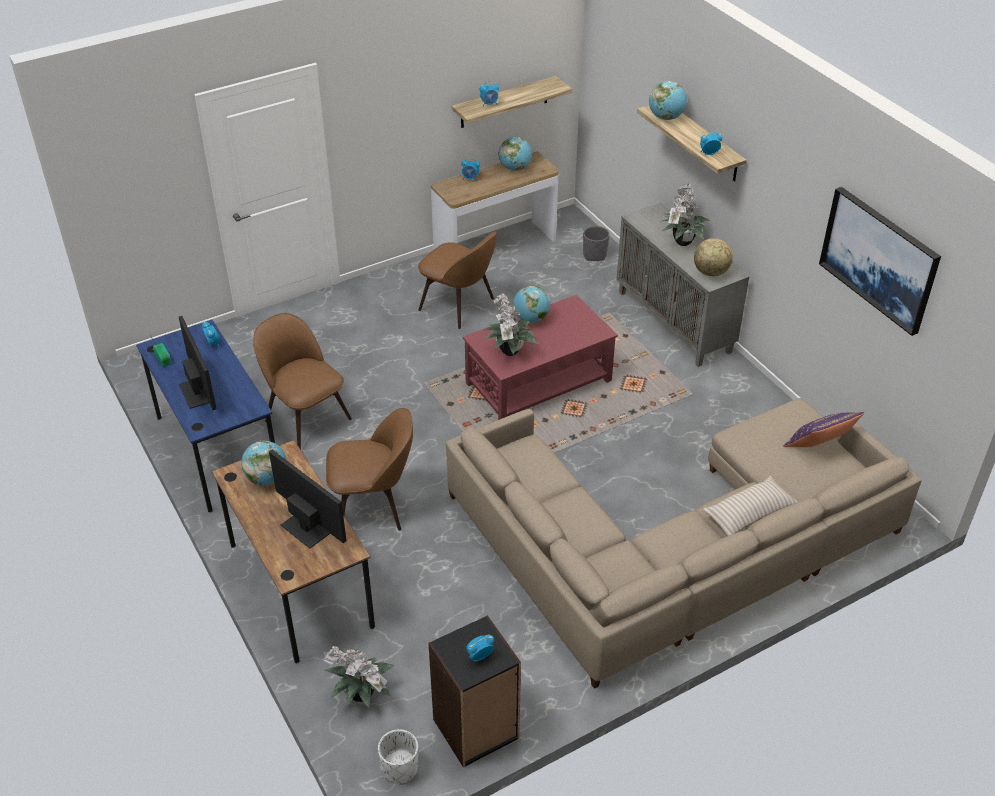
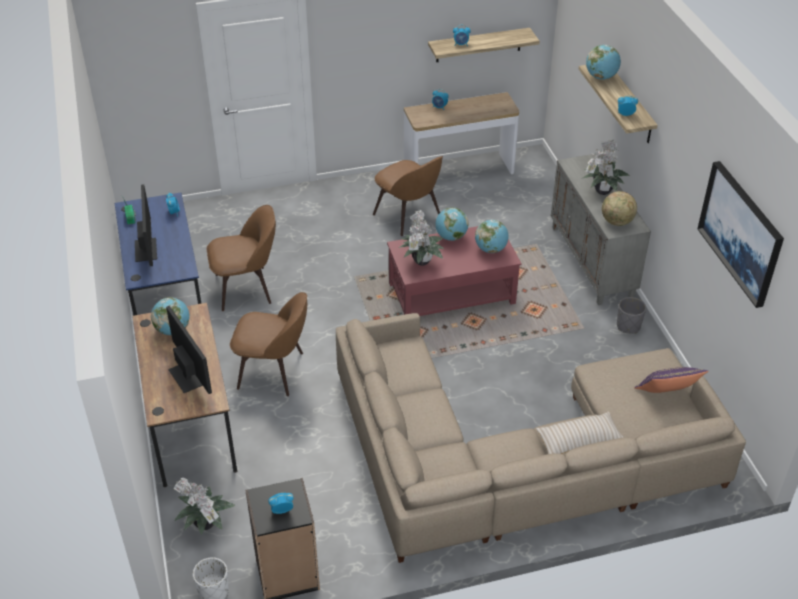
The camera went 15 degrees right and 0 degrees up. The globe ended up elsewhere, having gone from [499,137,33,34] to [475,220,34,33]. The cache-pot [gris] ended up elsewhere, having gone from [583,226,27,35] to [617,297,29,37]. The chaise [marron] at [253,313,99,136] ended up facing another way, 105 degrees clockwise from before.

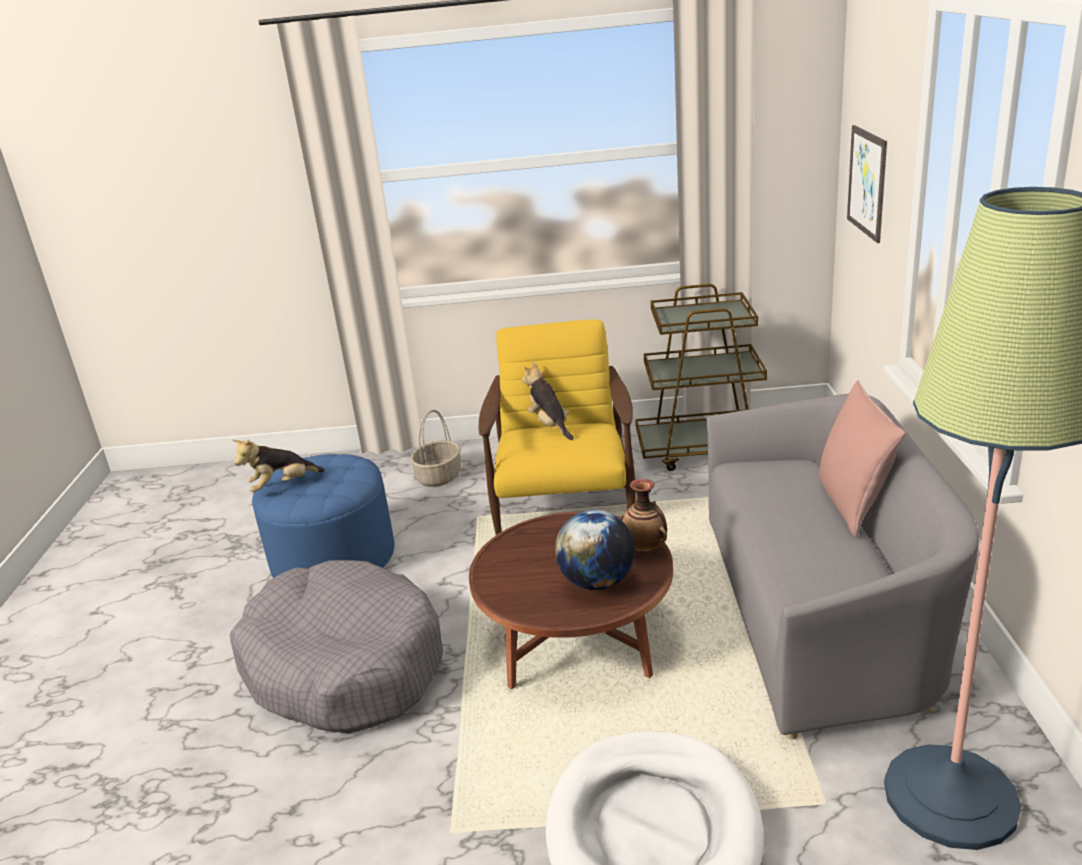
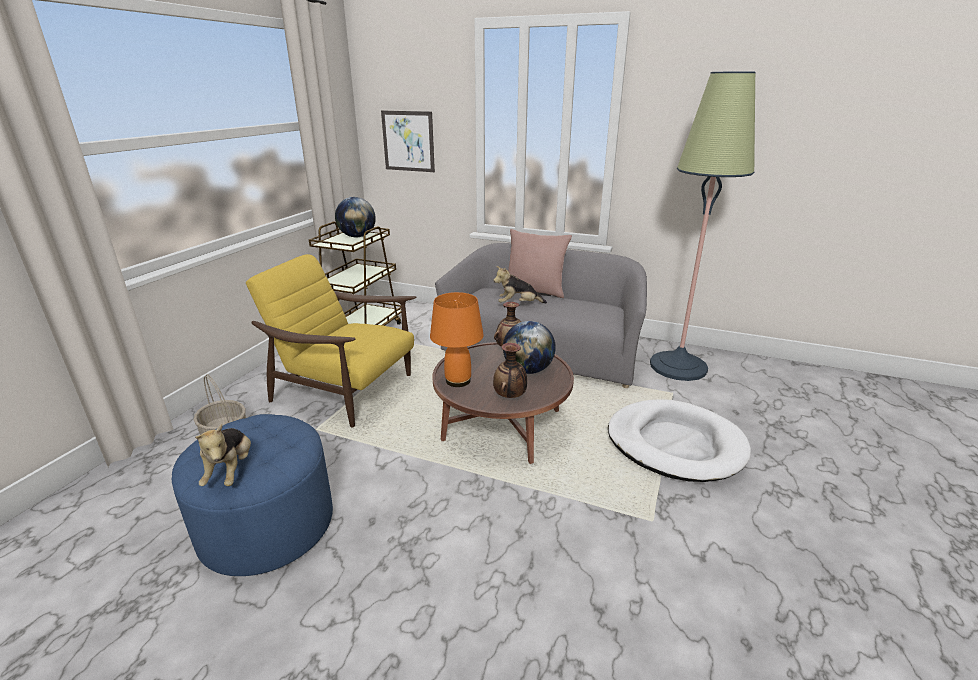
The camera went 70 degrees left and 0 degrees up. The second view lost the panier pour chien [gris] at [230,560,213,174]. The second view gained the globe at [335,197,41,40]. The second view gained the lampe de table [orange] at [430,292,54,95]. The second view gained the vase at [493,343,34,55]. The peluche ended up elsewhere, having gone from [522,361,52,79] to [493,266,54,37].

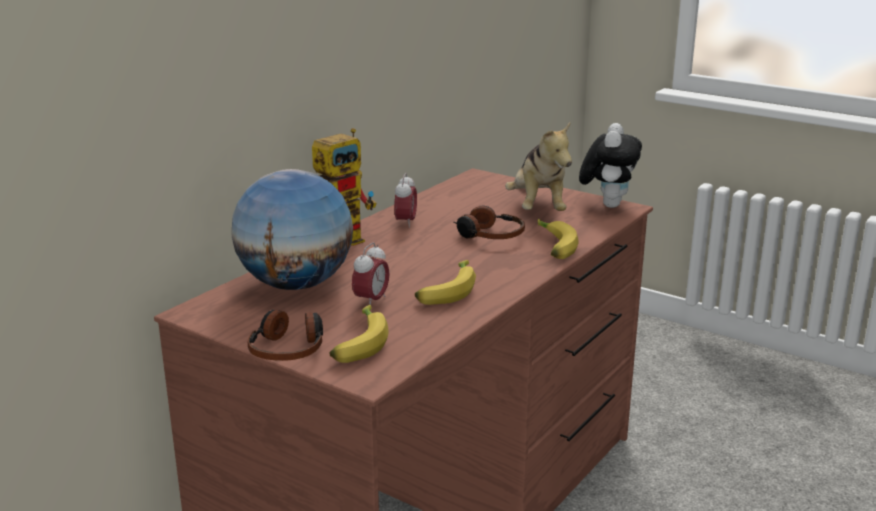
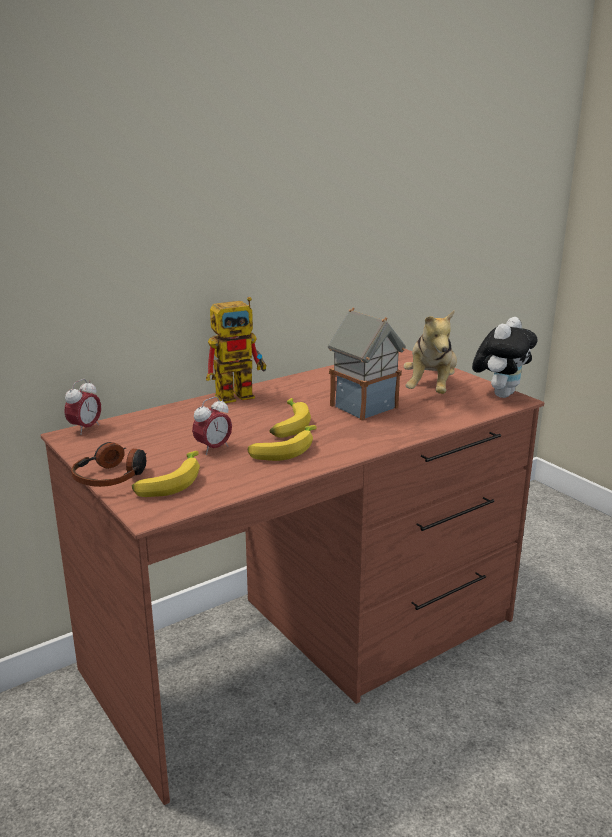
The camera went 20 degrees right and 0 degrees up. The second view lost the globe at [232,169,121,121]. The réveil ended up elsewhere, having gone from [394,173,23,55] to [65,379,36,56]. The banane ended up elsewhere, having gone from [538,219,41,40] to [270,398,41,40]. Where the casque audio stood at [454,205,71,34], the maison miniature came to stand at [328,308,78,113].

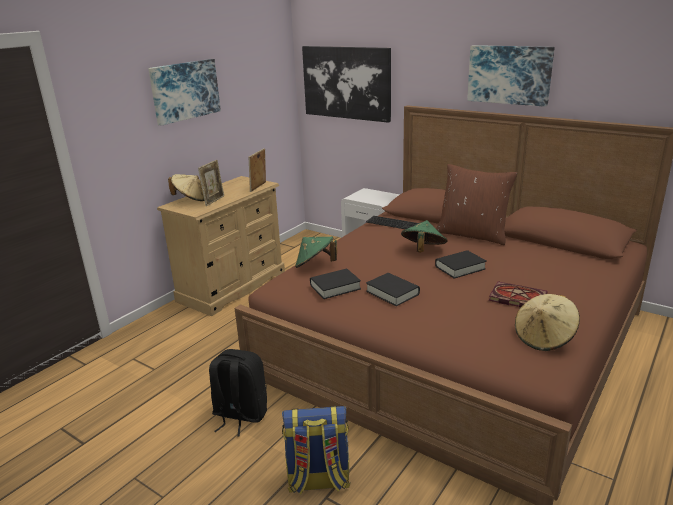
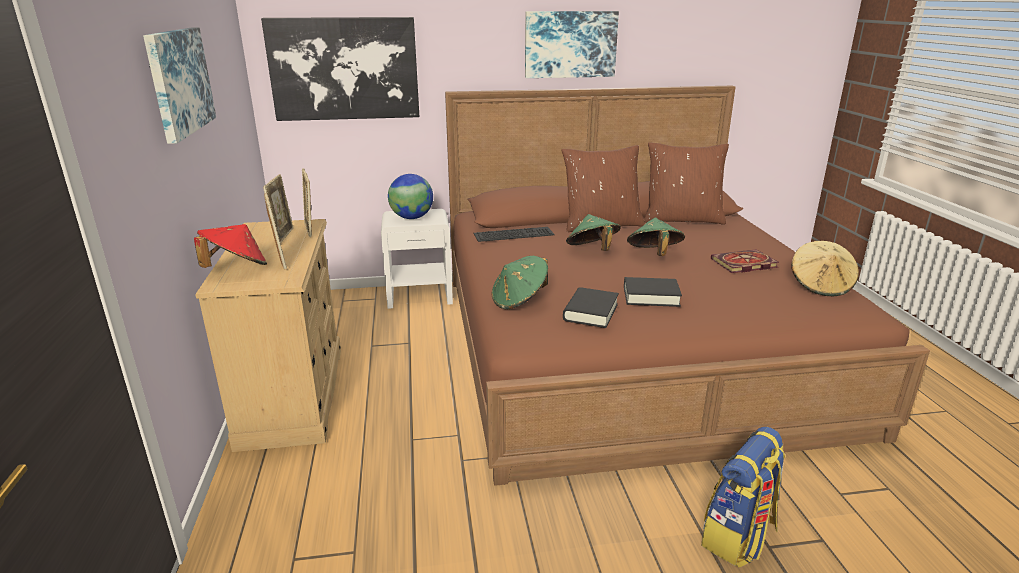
The camera went 45 degrees left and 0 degrees up. The second view lost the sac à dos [noir] at [209,349,58,87]. The second view gained the cadre photo at [263,174,30,70]. The second view gained the globe at [388,174,45,45]. The second view gained the coussin [marron] at [644,142,85,83]. Where the livre [noir] stood at [435,250,52,29], the chapeau [vert] came to stand at [627,218,58,38]. What was the chapeau [beige] at [168,174,37,27] turned into the chapeau [rouge] at [194,224,73,44].

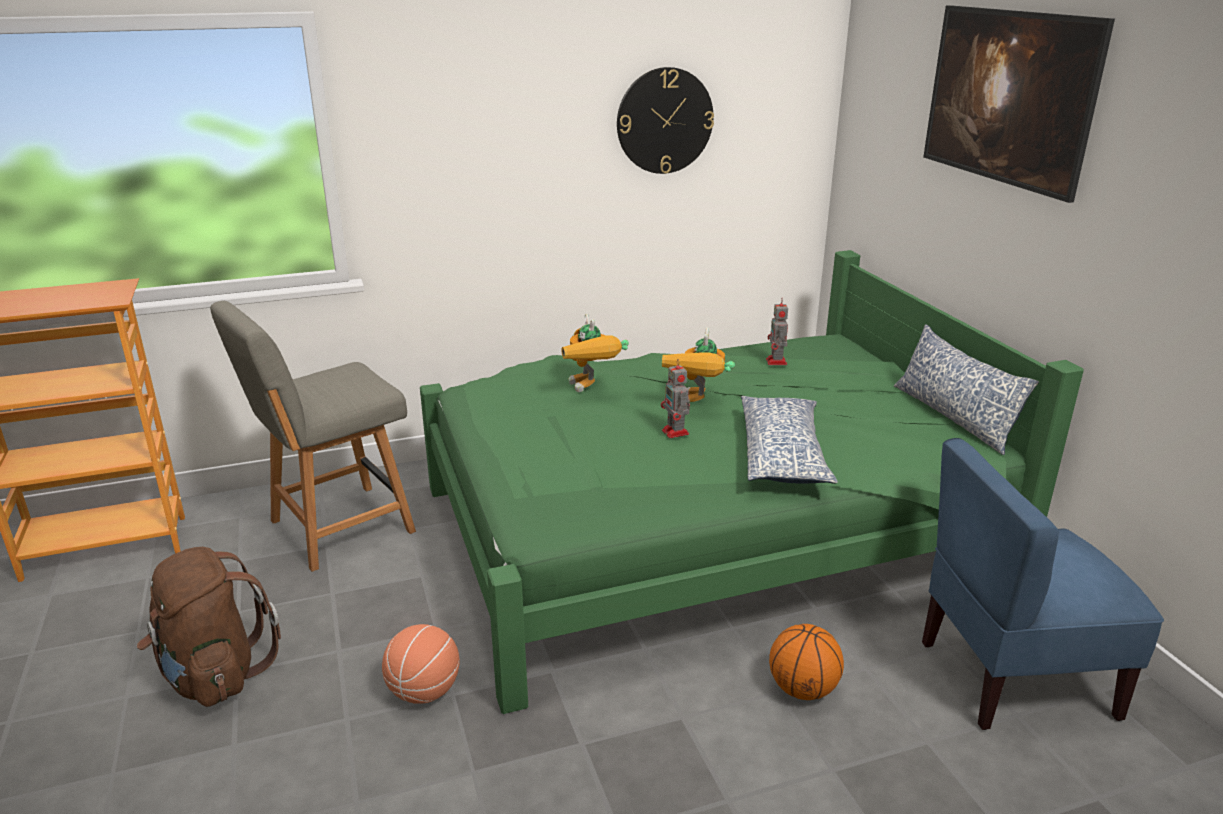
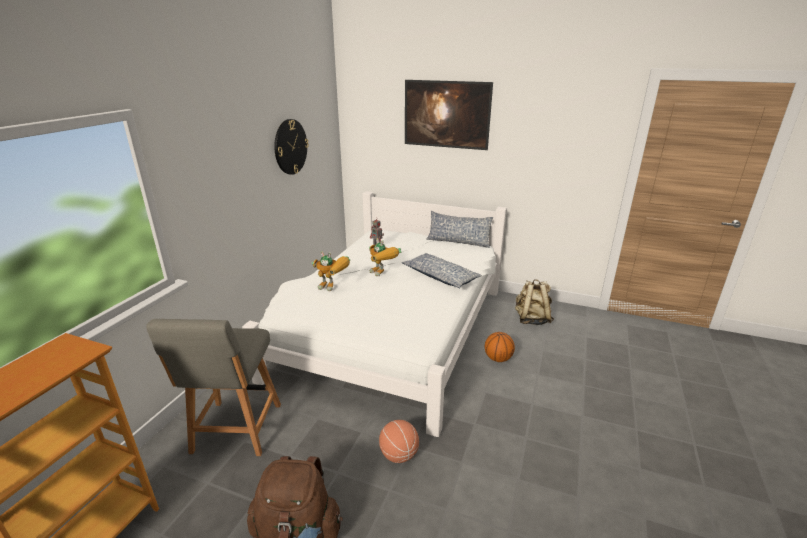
The camera went 50 degrees left and 0 degrees up. The second view lost the robot jouet at [661,359,29,79]. Where the chaise [bleu] stood at [922,438,242,292], the sac à dos [beige] came to stand at [515,279,39,46]. What was the lit [vert] at [420,250,664,464] turned into the lit [blanc] at [242,191,265,246].

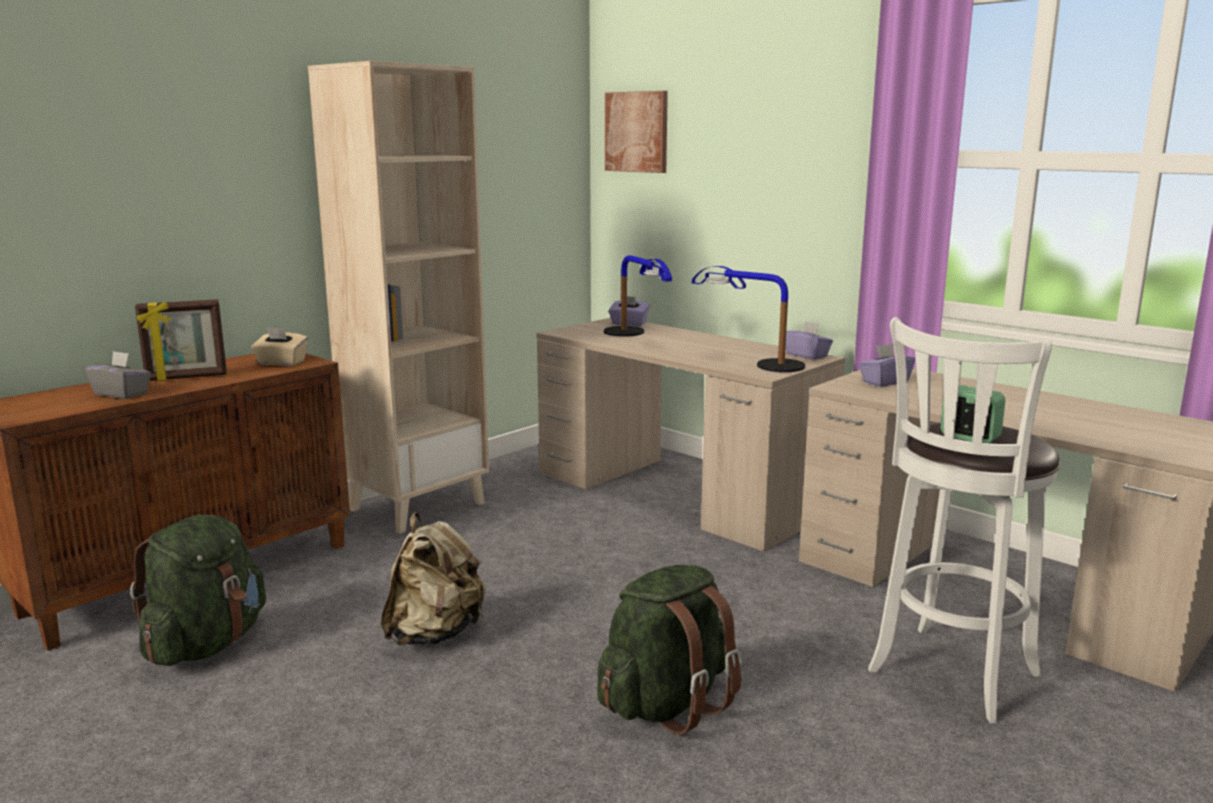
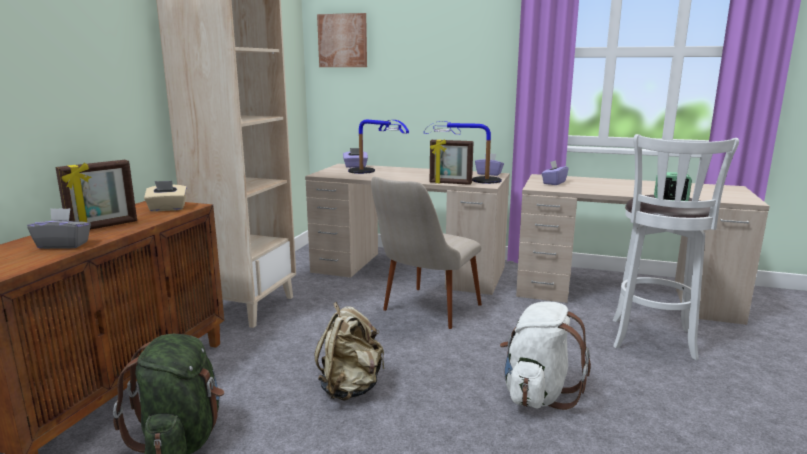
The camera went 25 degrees left and 0 degrees up. The second view gained the chaise [beige] at [371,177,111,152]. The second view gained the cadre photo at [430,139,44,46]. What was the sac à dos [vert] at [597,565,145,170] turned into the sac à dos [blanc] at [500,301,91,109].

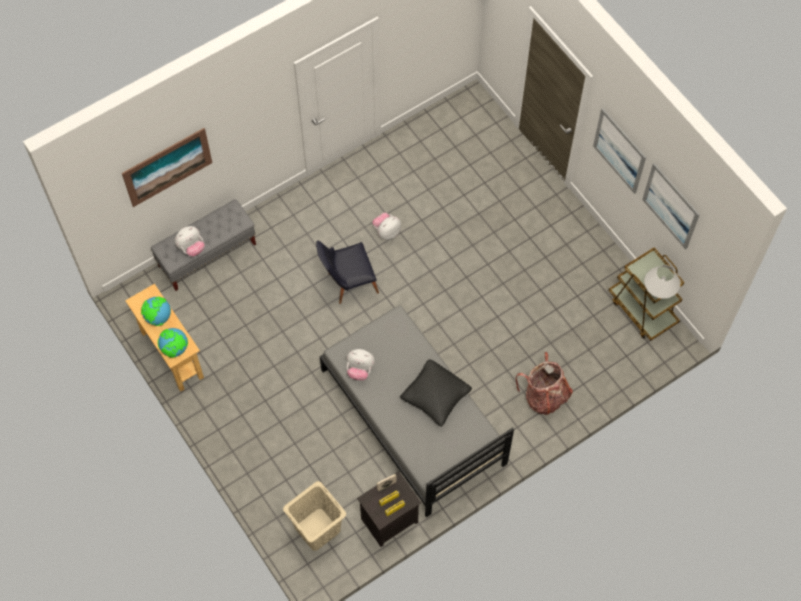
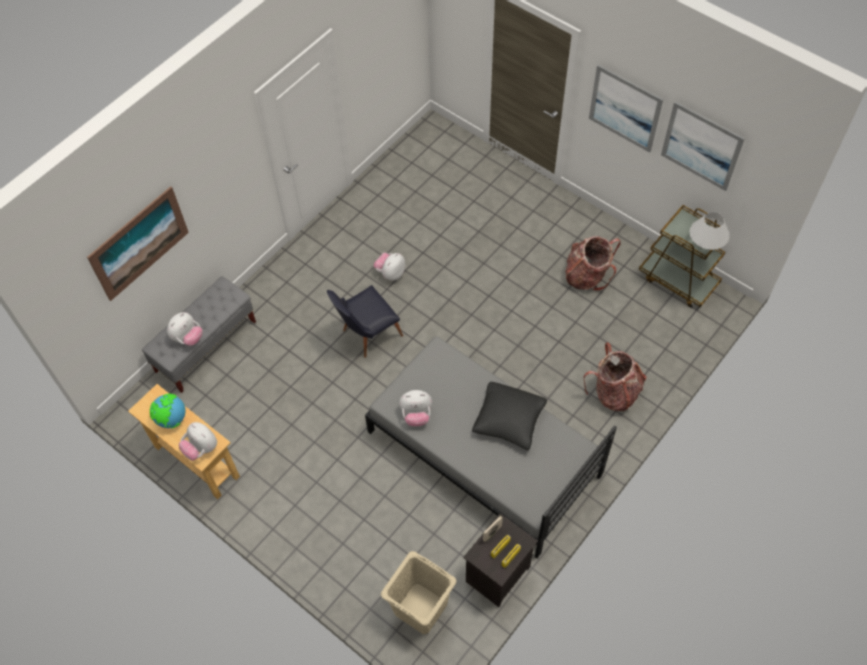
The camera went 15 degrees left and 5 degrees down. The second view gained the sac à dos at [565,236,56,55]. Where the globe stood at [158,328,30,30], the peluche came to stand at [179,422,38,39].

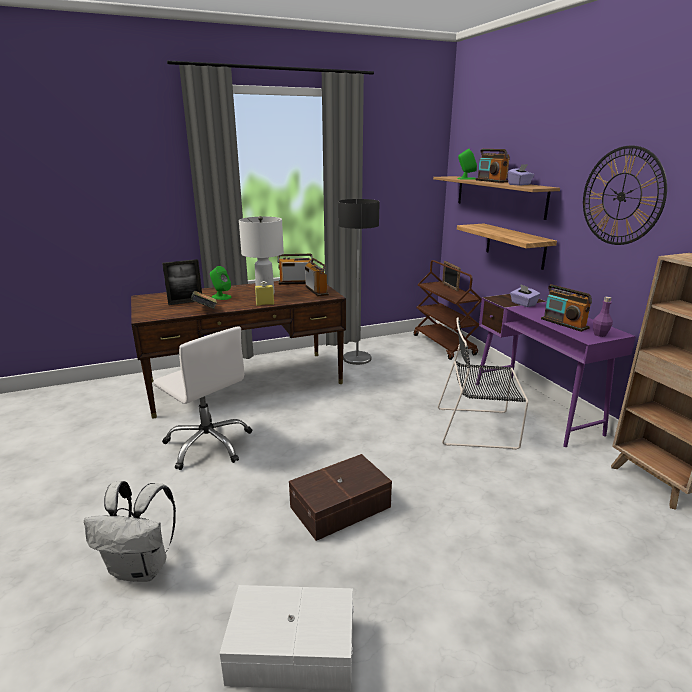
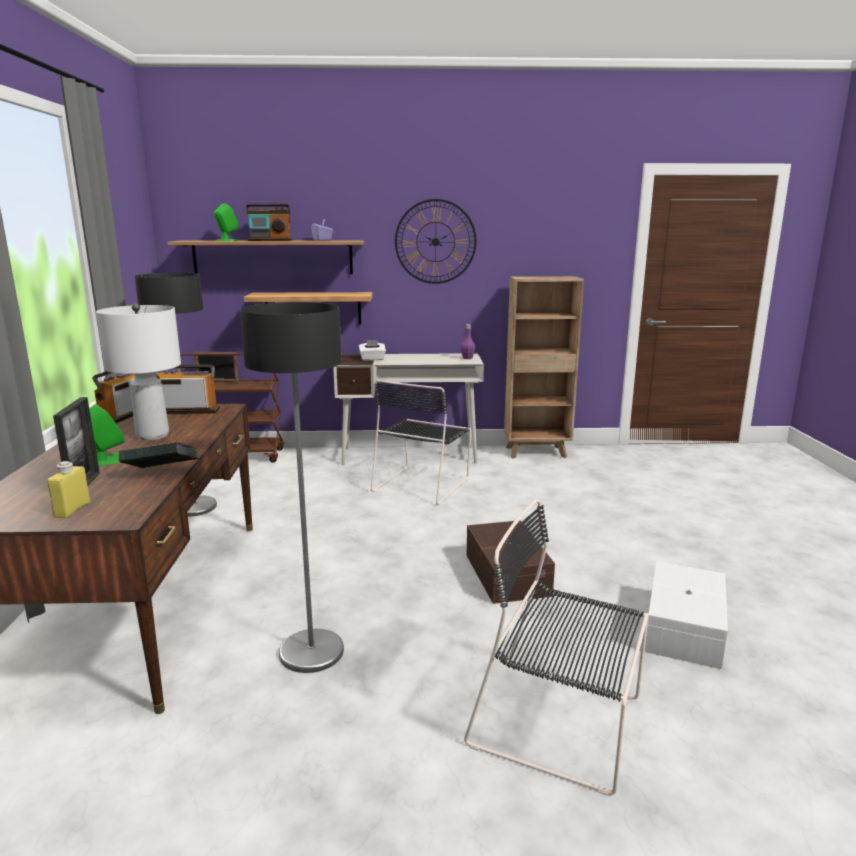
The camera went 70 degrees left and 5 degrees down. The second view lost the radio at [541,284,51,48]. The bouteille [jaune] ended up elsewhere, having gone from [255,281,19,25] to [47,461,43,57]. Where the sac à dos [blanc] stood at [84,481,92,101], the chaise [noir] came to stand at [464,499,185,297]. Where the chaise de bureau [blanc] stood at [153,326,99,144], the lampadaire came to stand at [240,302,104,371]. What was the bureau [violet] at [476,294,160,153] turned into the bureau [blanc] at [333,353,151,112]. What was the boîte à mouchoirs [violet] at [510,284,30,23] turned into the boîte à mouchoirs [blanc] at [359,340,27,21].

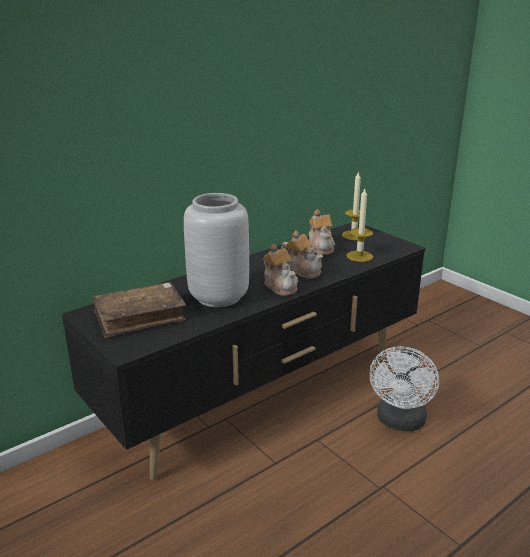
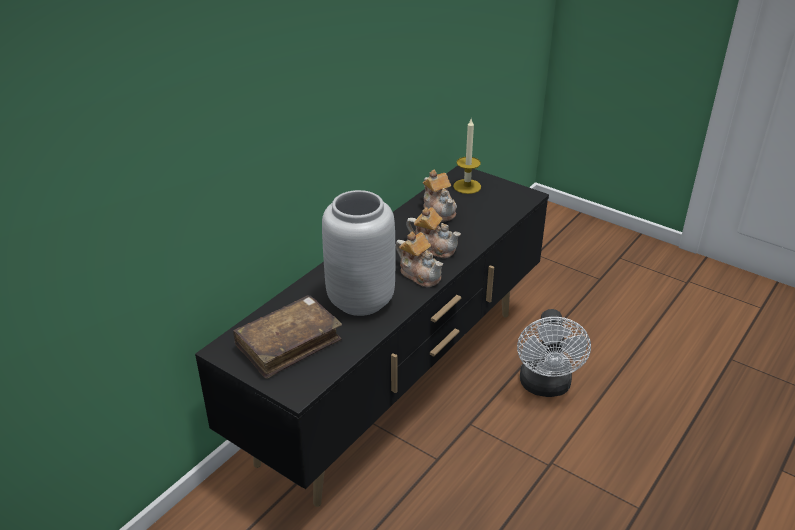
The camera went 15 degrees left and 10 degrees up. The second view lost the bougie at [346,189,27,73].

